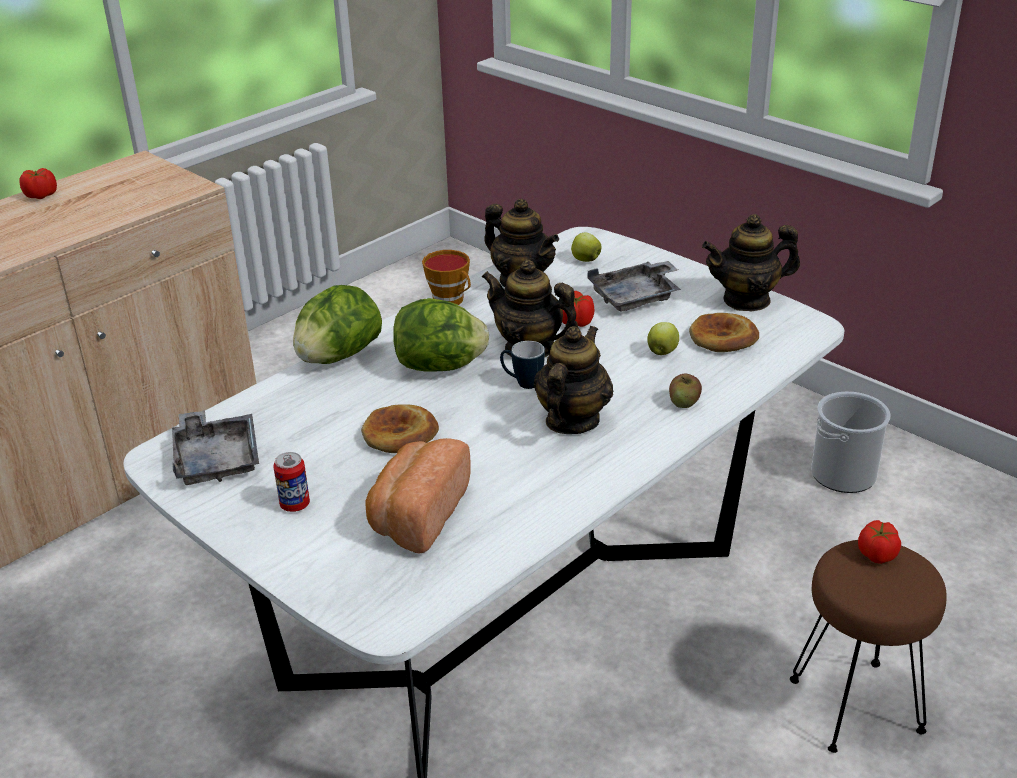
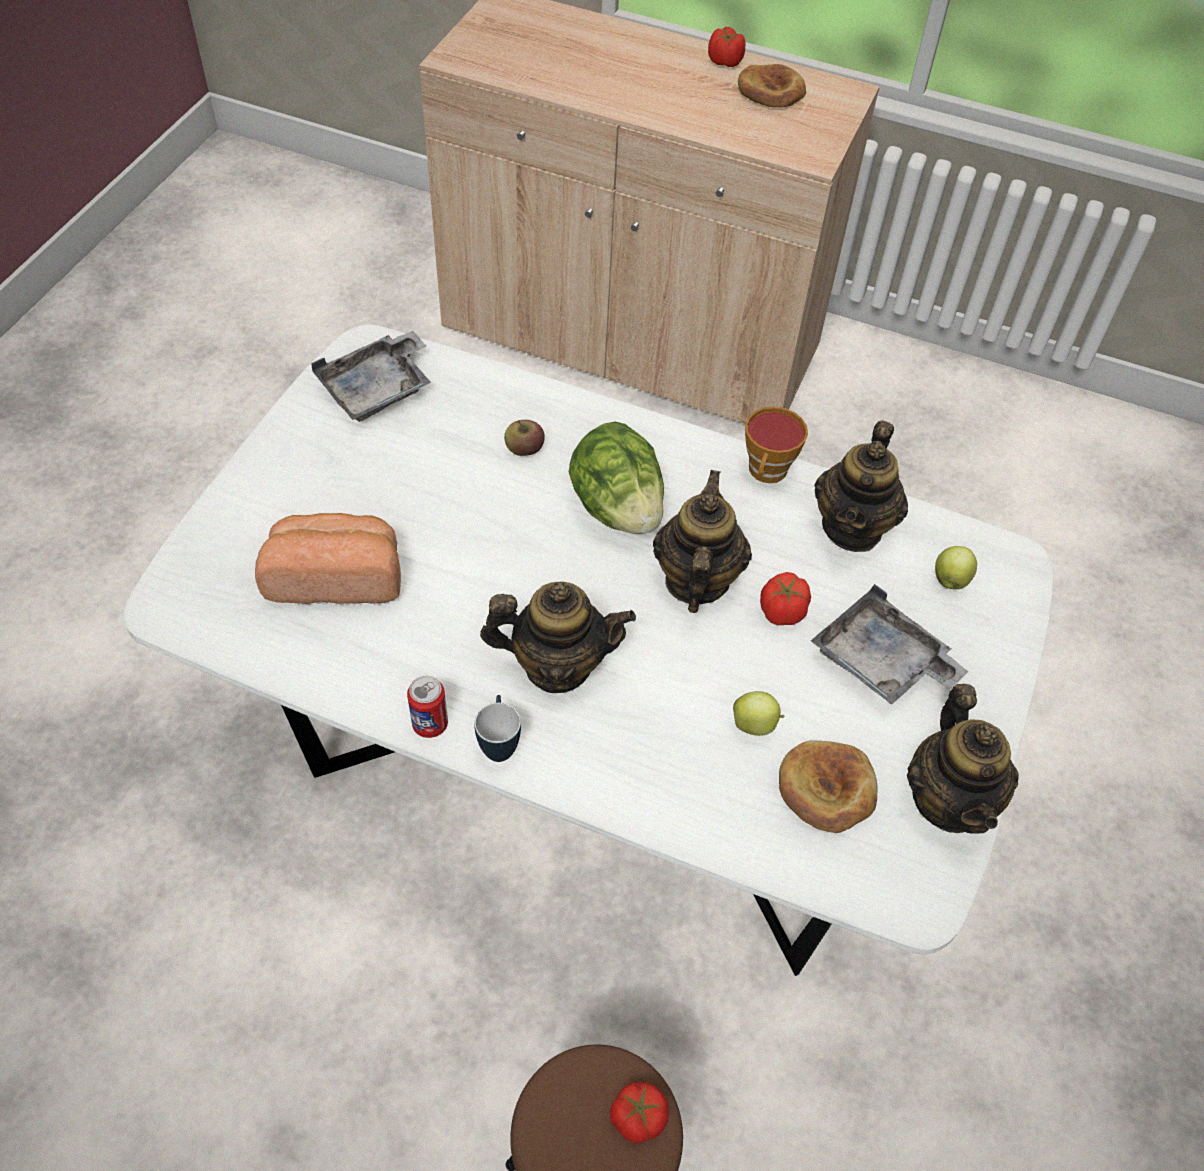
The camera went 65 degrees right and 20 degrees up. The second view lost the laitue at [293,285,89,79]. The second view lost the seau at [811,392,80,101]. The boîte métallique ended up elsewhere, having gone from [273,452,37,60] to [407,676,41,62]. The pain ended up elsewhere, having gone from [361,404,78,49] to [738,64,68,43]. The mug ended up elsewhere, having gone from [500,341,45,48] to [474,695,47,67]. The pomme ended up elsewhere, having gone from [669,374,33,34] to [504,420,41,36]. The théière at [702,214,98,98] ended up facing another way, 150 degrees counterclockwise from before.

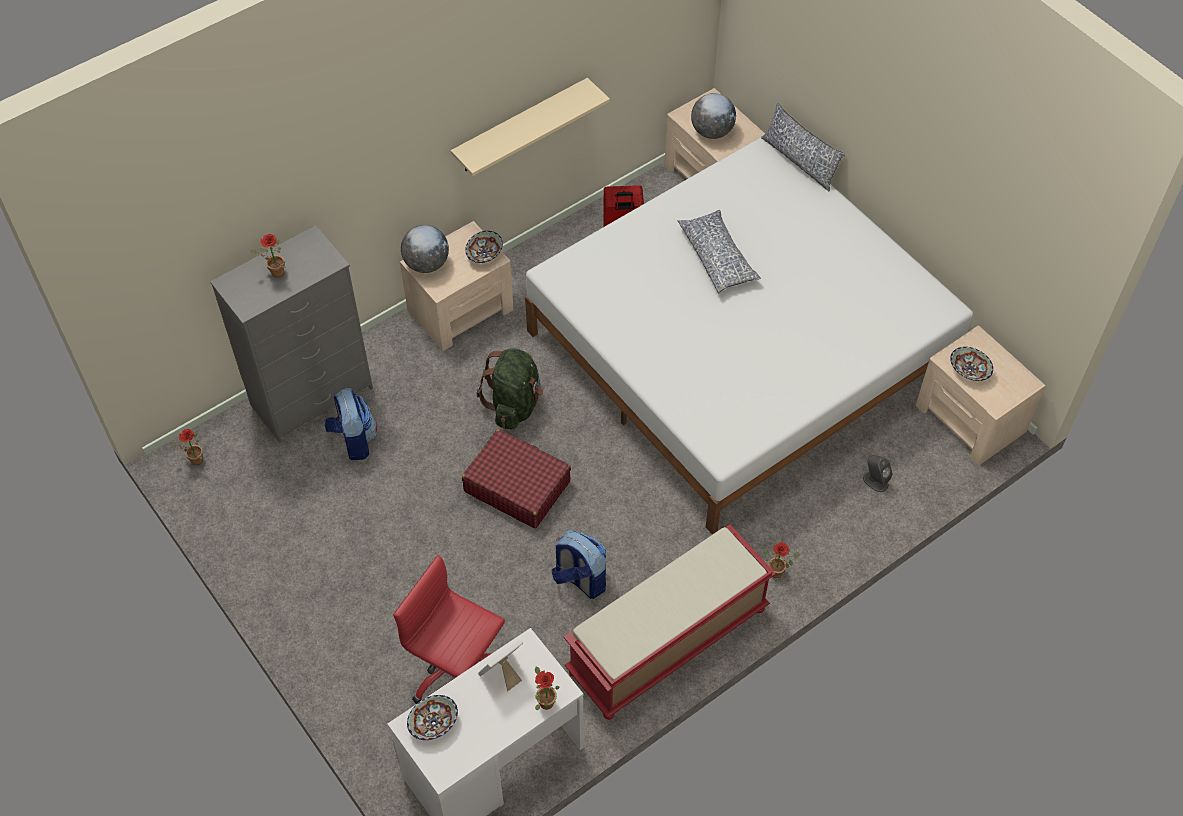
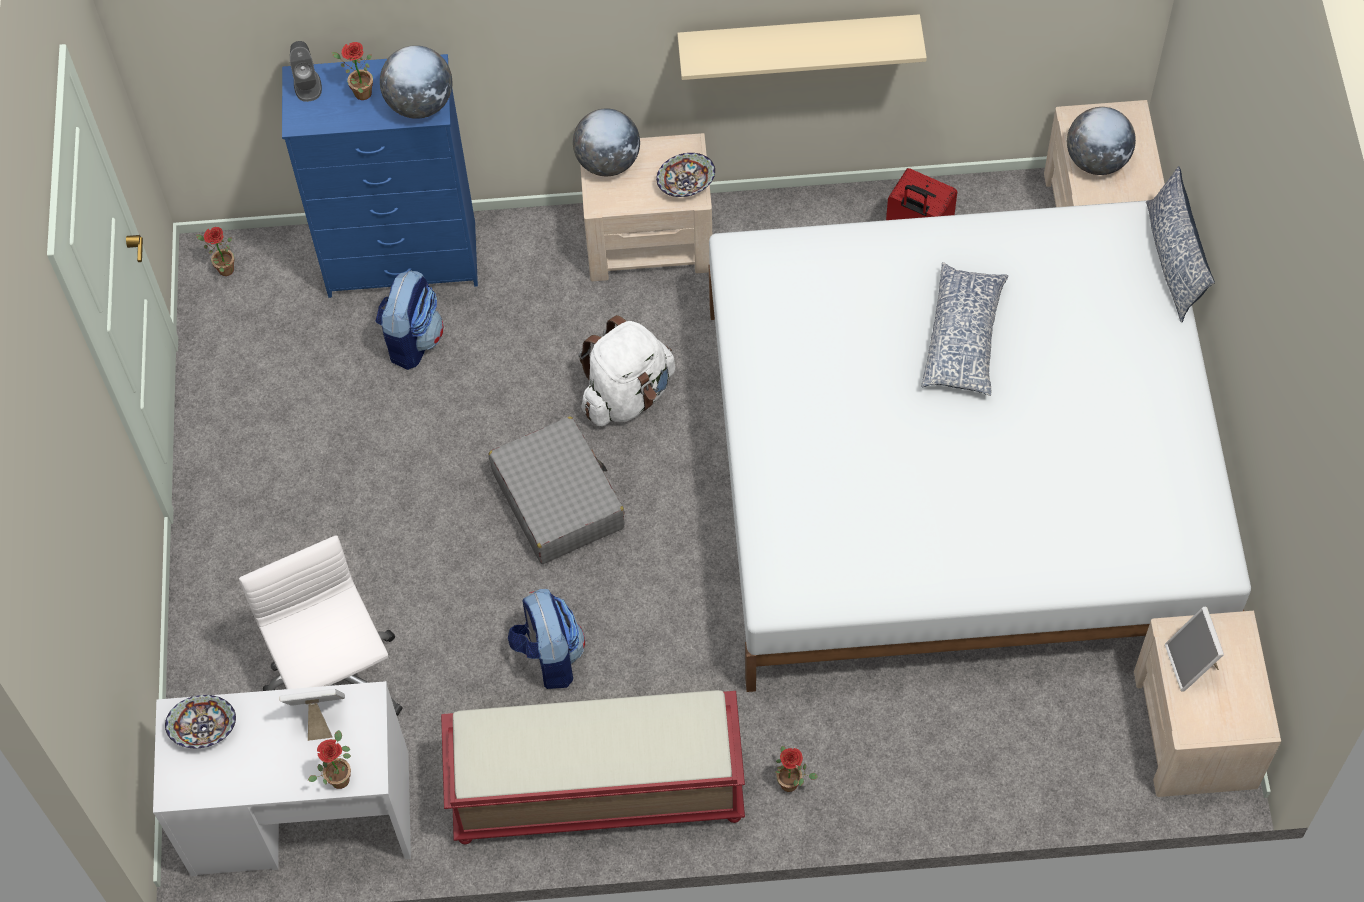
The camera went 35 degrees right and 5 degrees up. The second view gained the globe at [380,45,72,74]. The enceinte [gris] ended up elsewhere, having gone from [863,455,30,37] to [290,41,32,61]. Where the bol stood at [950,347,43,34], the cadre photo came to stand at [1165,607,59,85]. What was the commode [gris] at [210,225,163,218] turned into the commode [bleu] at [282,54,196,244]. What was the chaise de bureau [rouge] at [393,555,112,149] turned into the chaise de bureau [blanc] at [239,535,164,181]. What was the valise [rouge] at [462,429,109,99] turned into the valise [gris] at [489,416,136,148]. What was the sac à dos [vert] at [477,348,66,82] turned into the sac à dos [blanc] at [579,315,96,111].

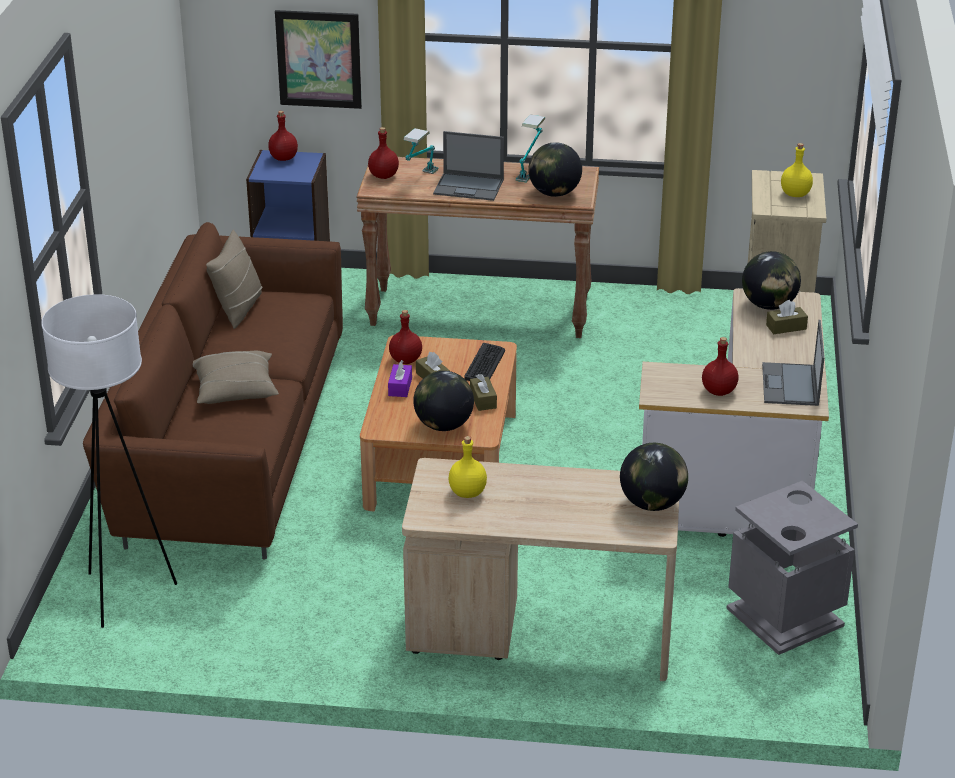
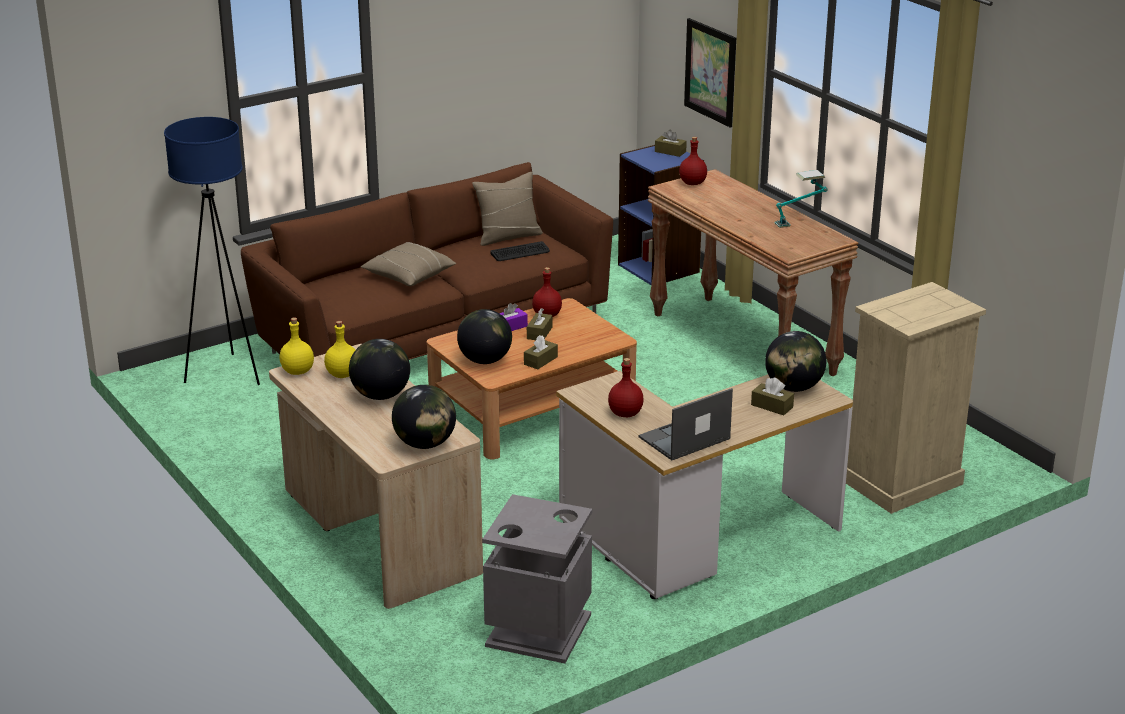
The camera went 50 degrees right and 5 degrees down. The second view lost the lampe de table at [403,128,35,46]. The second view lost the ordinateur portable at [433,131,71,70]. The clavier ended up elsewhere, having gone from [464,343,41,38] to [491,241,59,20]. The globe ended up elsewhere, having gone from [528,142,54,55] to [349,339,61,61]. The bouteille [jaune] ended up elsewhere, having gone from [781,143,32,54] to [280,318,34,57]. Where the bouteille [rouge] stood at [268,111,30,50], the boîte à mouchoirs [marron] came to stand at [655,130,32,27]. What was the lampadaire [blanc] at [41,294,136,334] turned into the lampadaire [bleu] at [164,117,96,268].

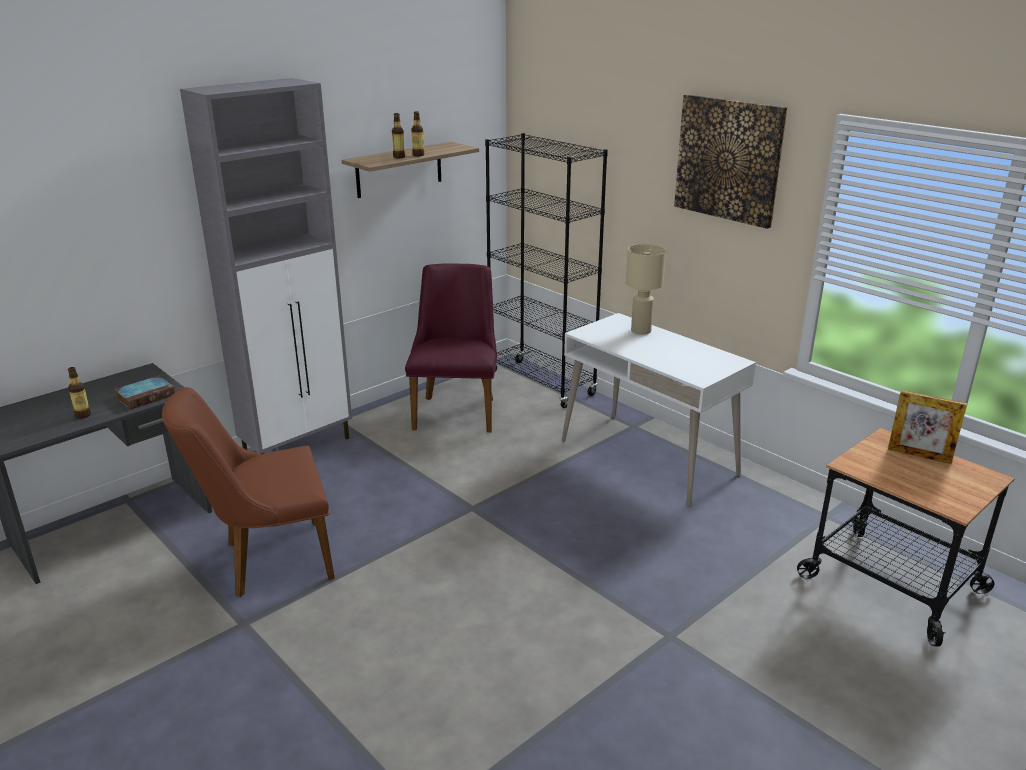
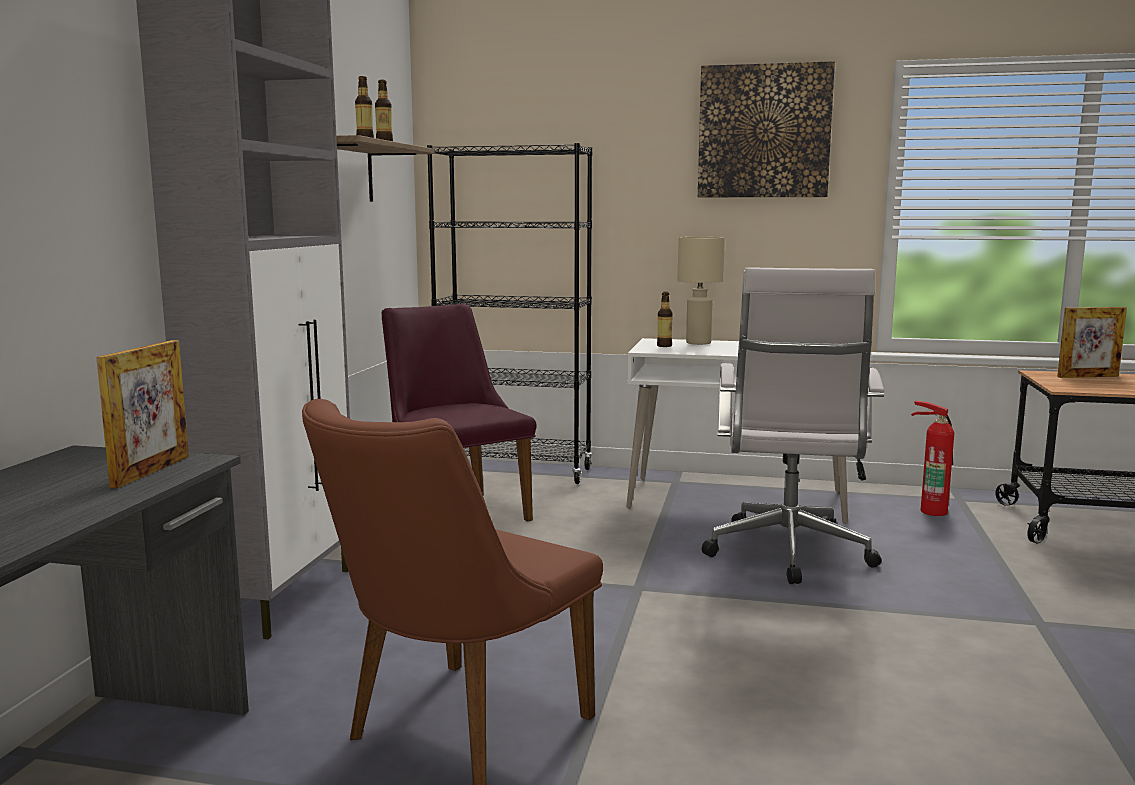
The camera went 35 degrees left and 15 degrees down. The second view gained the chaise de bureau [blanc] at [702,267,182,317]. The second view gained the extincteur at [911,401,43,115]. The bouteille ended up elsewhere, having gone from [68,367,23,52] to [657,292,16,55]. Where the livre stood at [114,376,61,34], the cadre photo came to stand at [96,340,93,148].

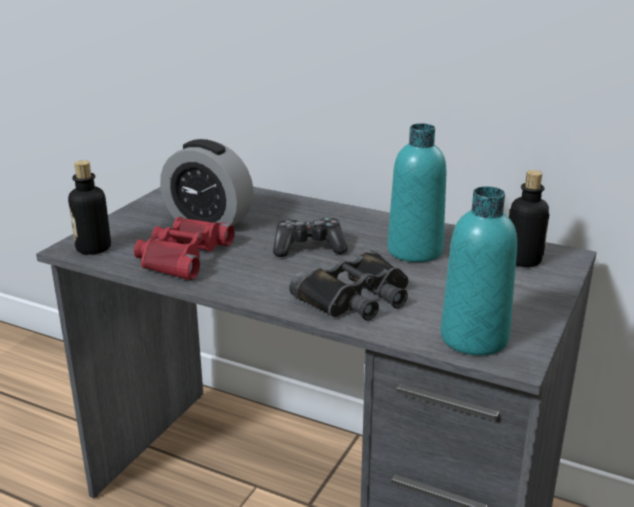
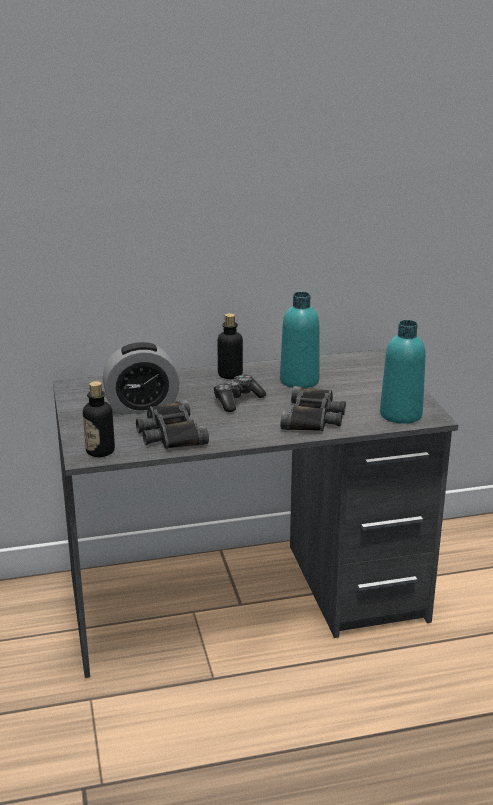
The camera went 40 degrees left and 0 degrees up. The bouteille ended up elsewhere, having gone from [509,170,40,97] to [217,313,26,66]. What was the jumelles [rouge] at [134,217,101,63] turned into the jumelles [noir] at [136,400,73,49].

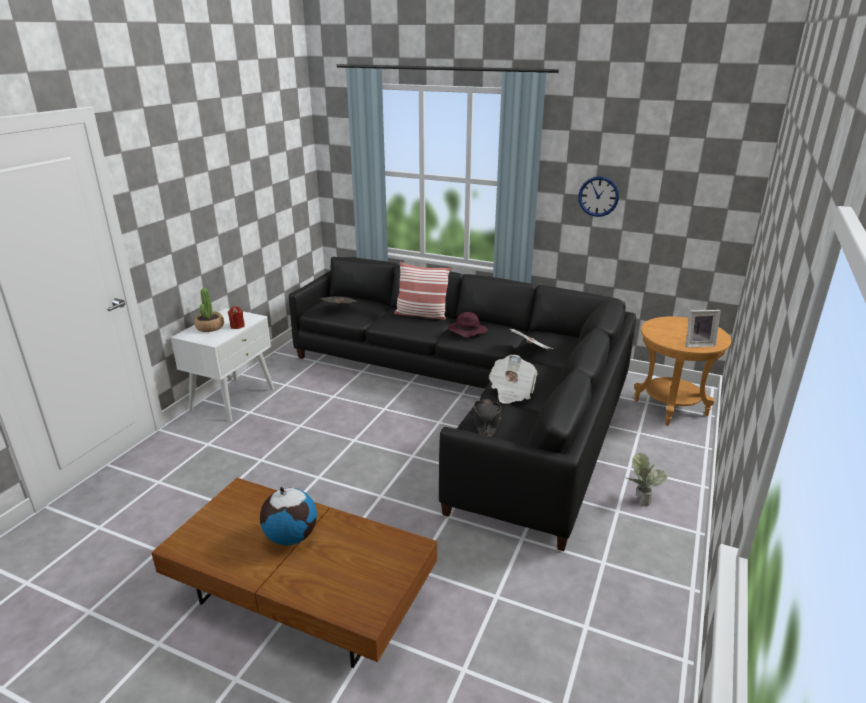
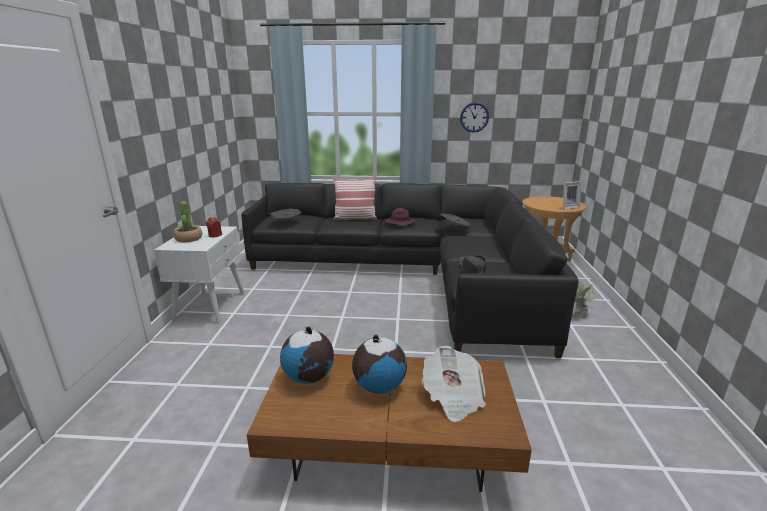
The camera went 20 degrees left and 5 degrees down. The second view gained the globe at [280,326,54,58]. The journal ended up elsewhere, having gone from [489,355,49,49] to [422,346,64,76].

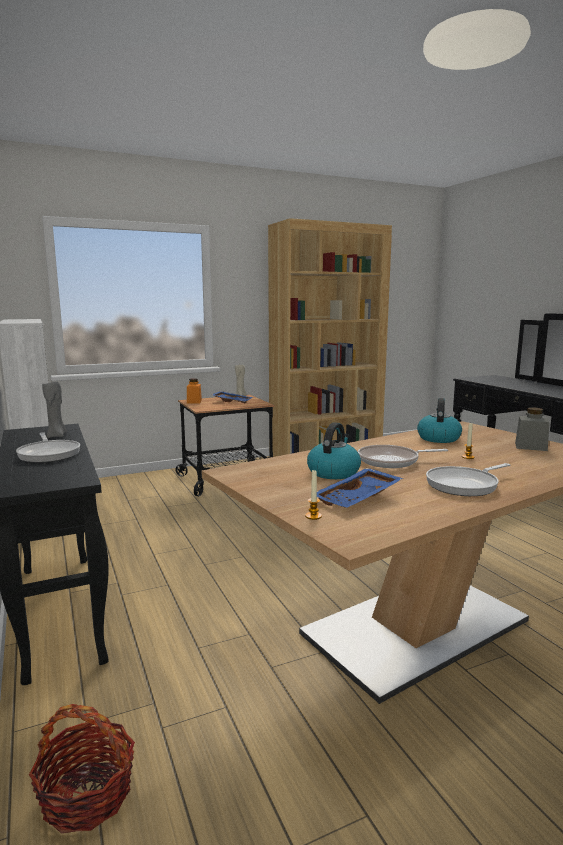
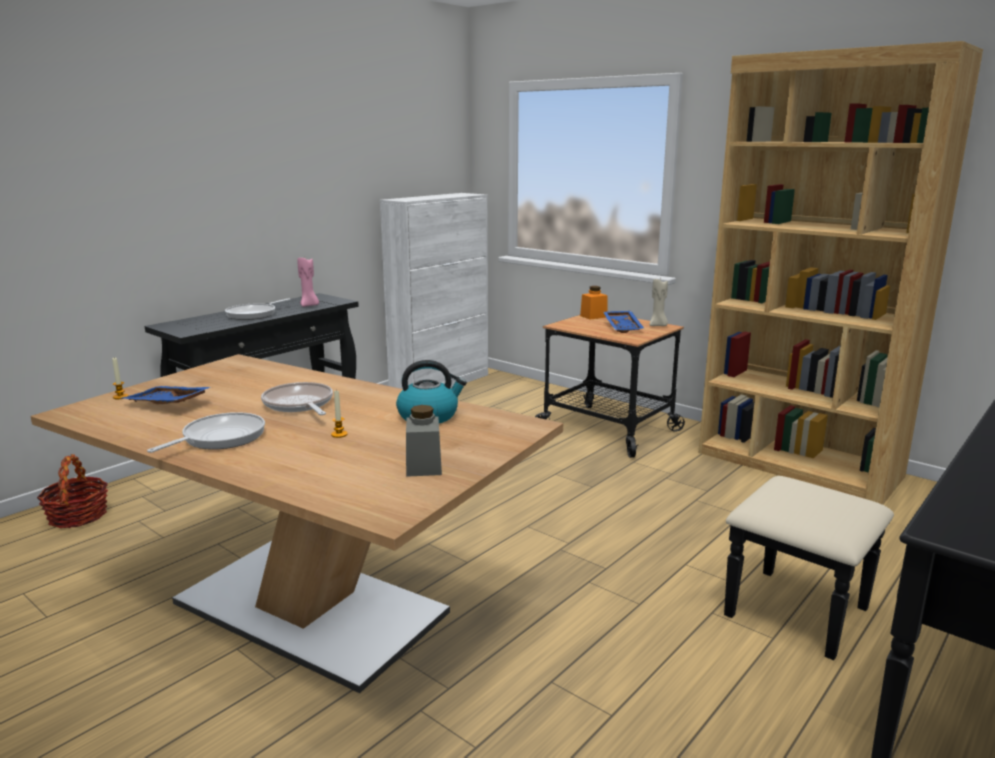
The camera went 65 degrees right and 5 degrees up. The second view lost the bouilloire at [307,422,54,57]. What was the bougie [gris] at [42,382,25,56] turned into the bougie [rose] at [297,258,22,49]. The poêle at [426,463,84,33] ended up facing another way, 90 degrees clockwise from before.

